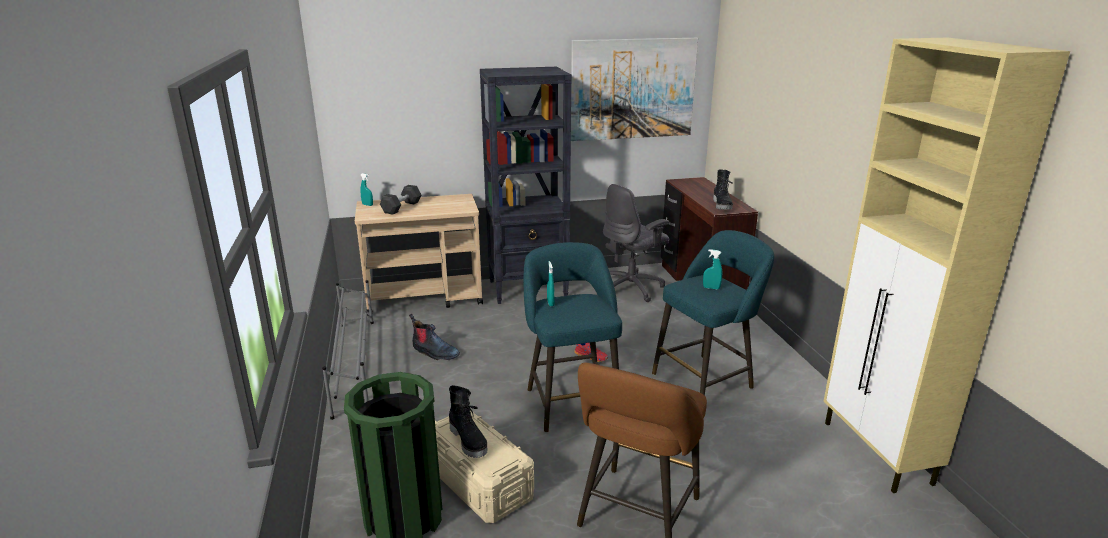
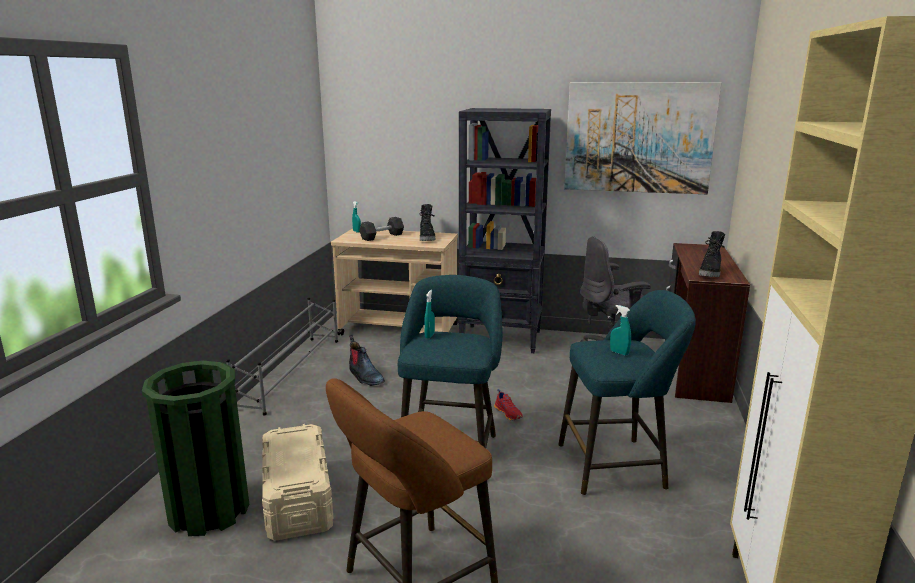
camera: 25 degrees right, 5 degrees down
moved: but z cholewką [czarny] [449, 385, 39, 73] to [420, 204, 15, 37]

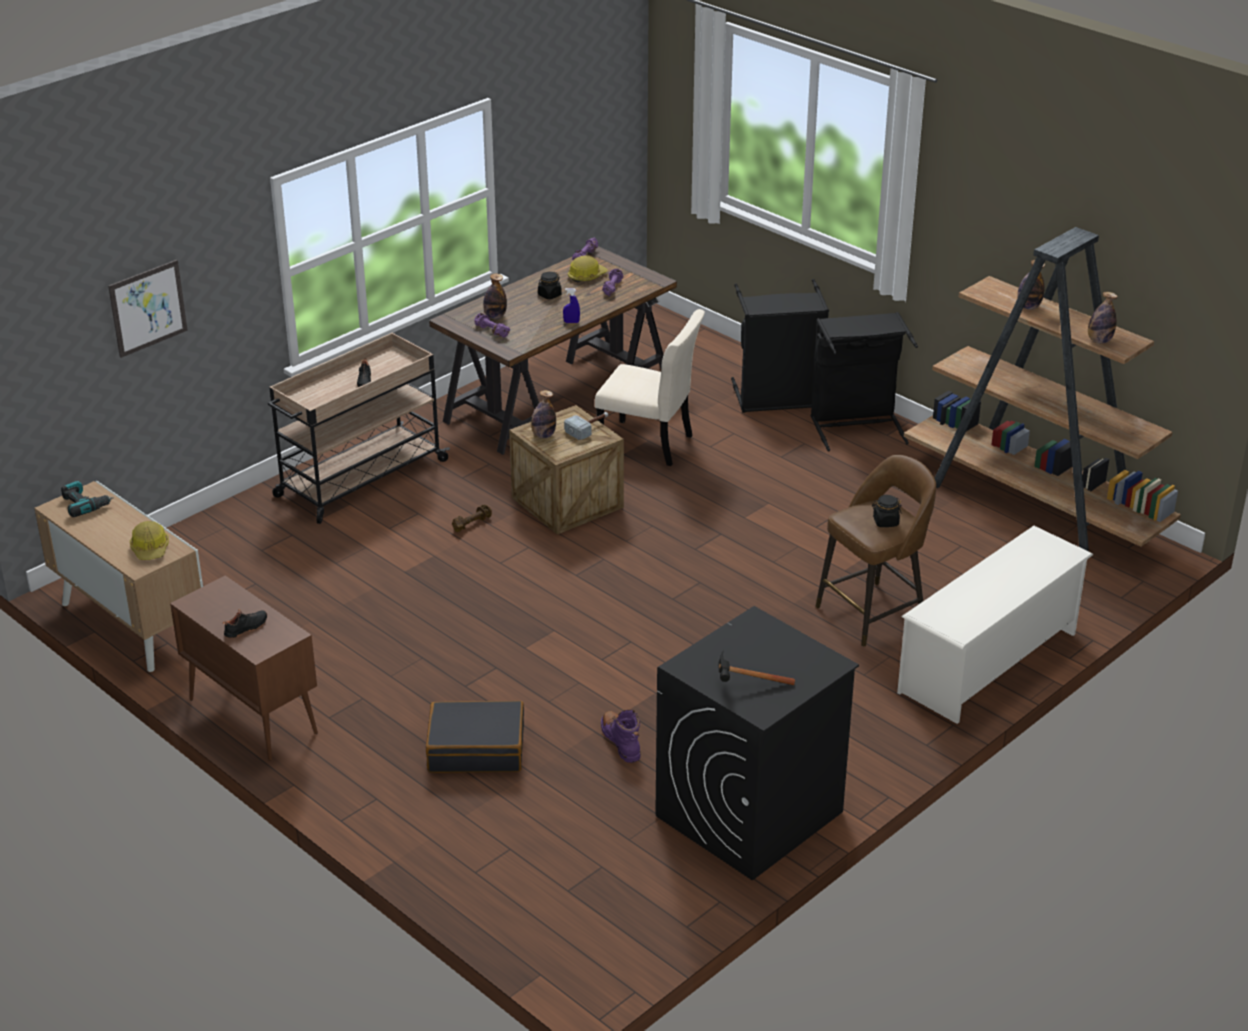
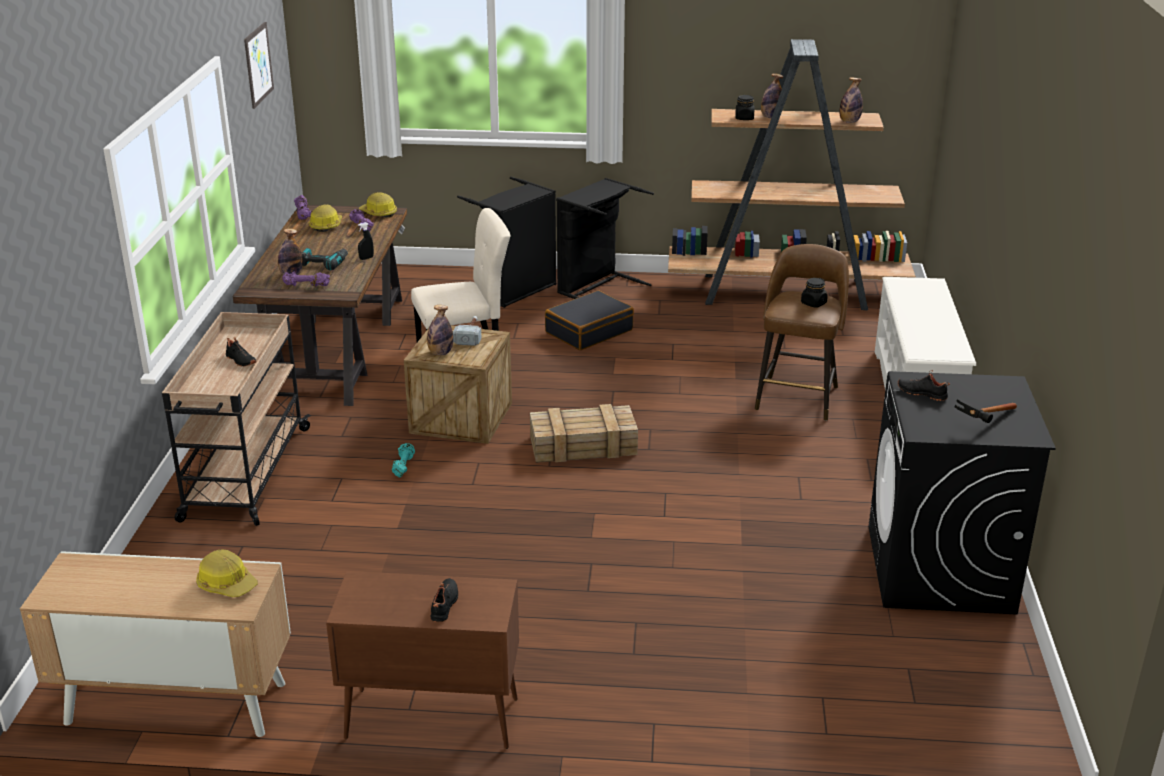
camera: 40 degrees left, 5 degrees down
removed: but z cholewką [fioletowy] [601, 710, 40, 53]
added: kask [359, 192, 38, 26]; skrzynka [530, 404, 108, 59]; but [czarny] [898, 370, 52, 31]
moved: obraz [108, 260, 80, 98] to [244, 22, 30, 87]; wiertarka [61, 481, 53, 36] to [302, 248, 46, 22]; walizka [czarny] [426, 701, 98, 72] to [545, 290, 89, 60]; słoik [czarny] [538, 272, 24, 27] to [735, 95, 19, 25]
recoloured: spryskiwacz [niebieski] [563, 288, 17, 35] to spryskiwacz [czarny] [358, 222, 16, 38]; hantel [brązowy] [452, 505, 40, 27] to hantel [turkusowy] [392, 443, 23, 34]

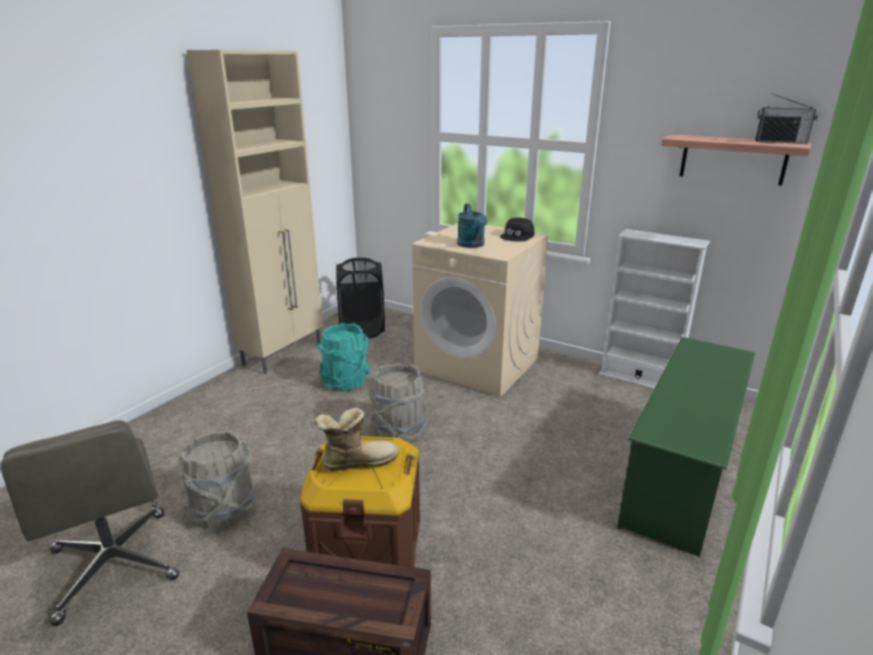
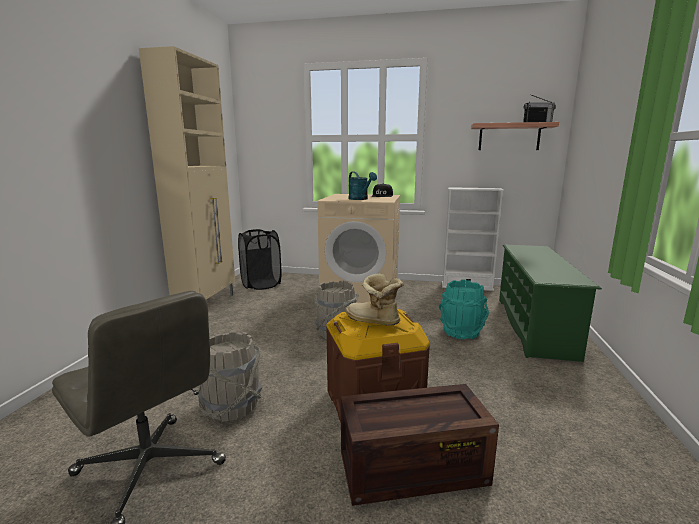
camera: 20 degrees left, 10 degrees down
moved: wiadro [turkusowy] [317, 323, 53, 68] to [438, 279, 51, 60]
turned: but z cholewką [314, 408, 85, 63] = [345, 274, 59, 52] 105 degrees counterclockwise

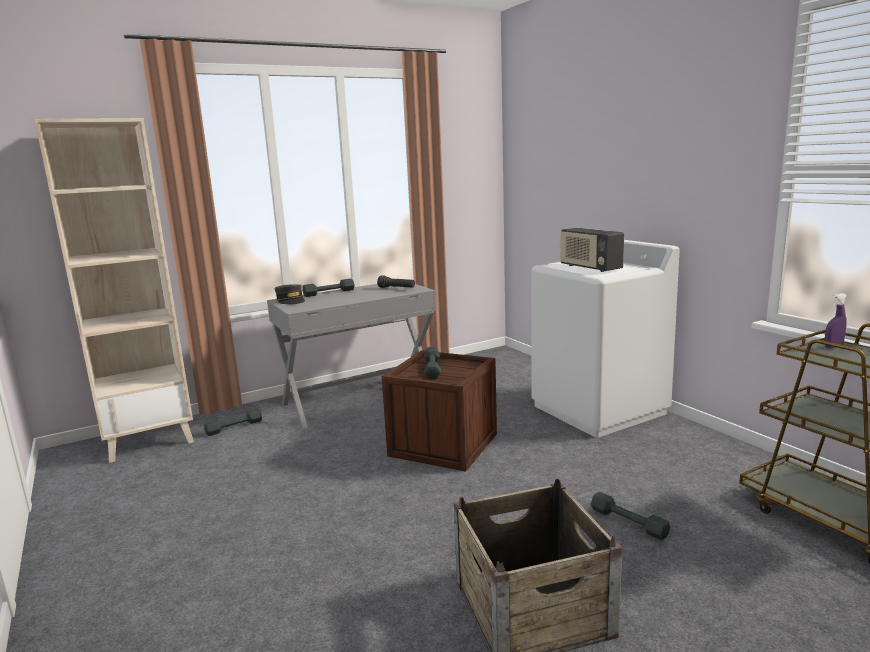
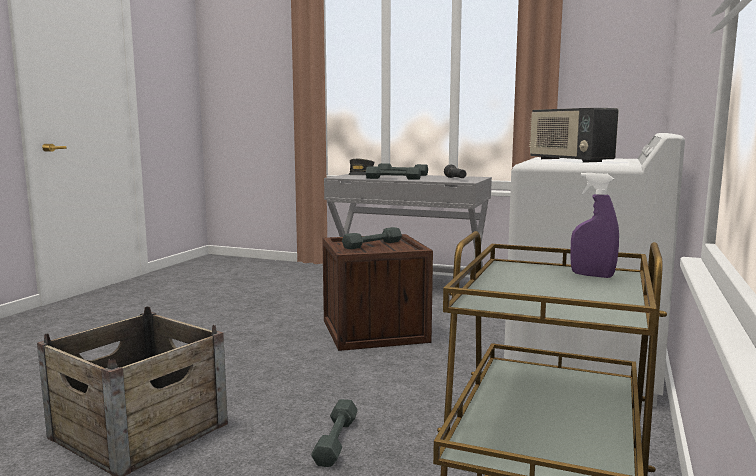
camera: 50 degrees right, 5 degrees down
removed: regał [beżowy] [34, 118, 160, 345]
moved: hantel [szary] [204, 409, 58, 27] to [366, 166, 55, 14]
turned: radio [560, 228, 64, 44] = [529, 108, 90, 55] 45 degrees counterclockwise

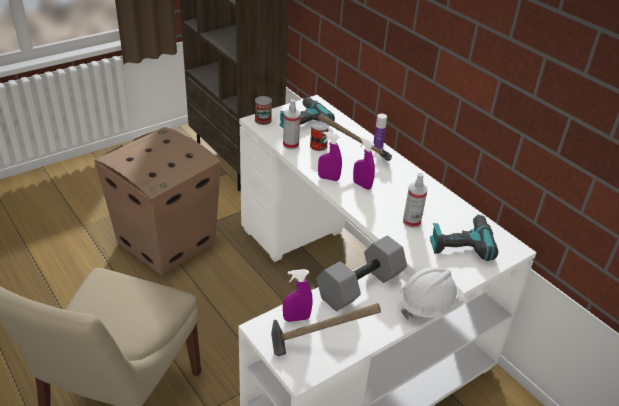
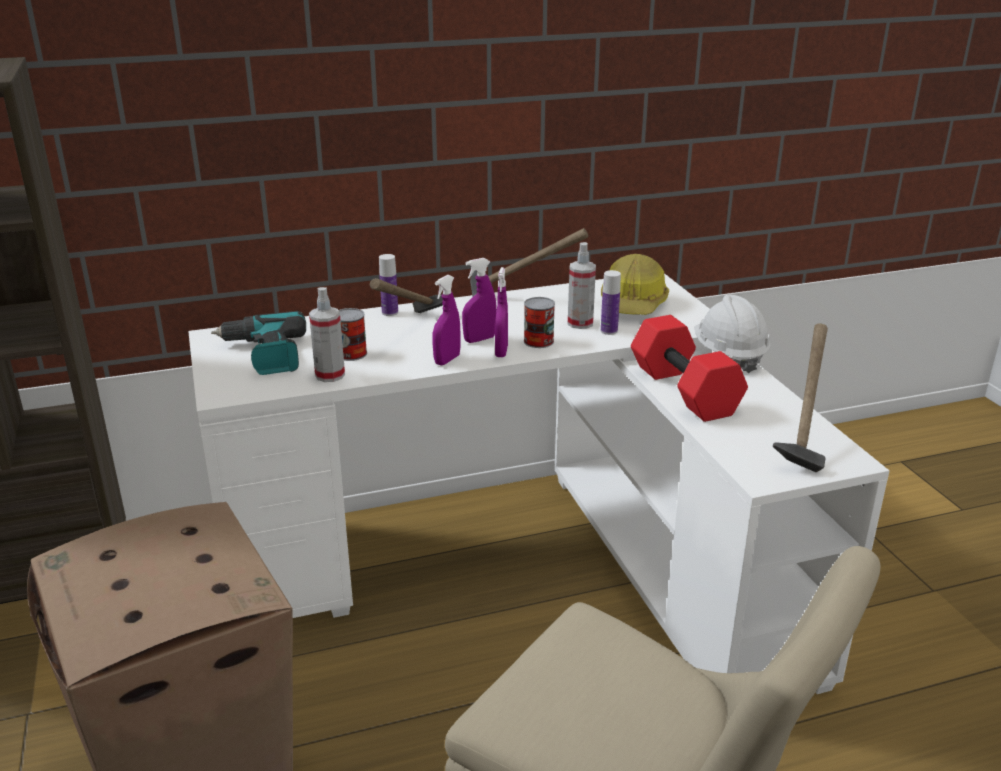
camera: 70 degrees left, 10 degrees down
added: młotek [470, 228, 118, 69]; butelka [601, 270, 20, 65]
moved: spryskiwacz [fioletowy] [283, 269, 30, 53] to [495, 267, 13, 90]; puszka [255, 96, 17, 29] to [524, 297, 31, 51]
replaced: wiertarka [430, 214, 68, 47] to kask [601, 254, 68, 61]
recoloured: hantel [szary] [316, 236, 91, 75] to hantel [czerwony] [631, 315, 117, 107]

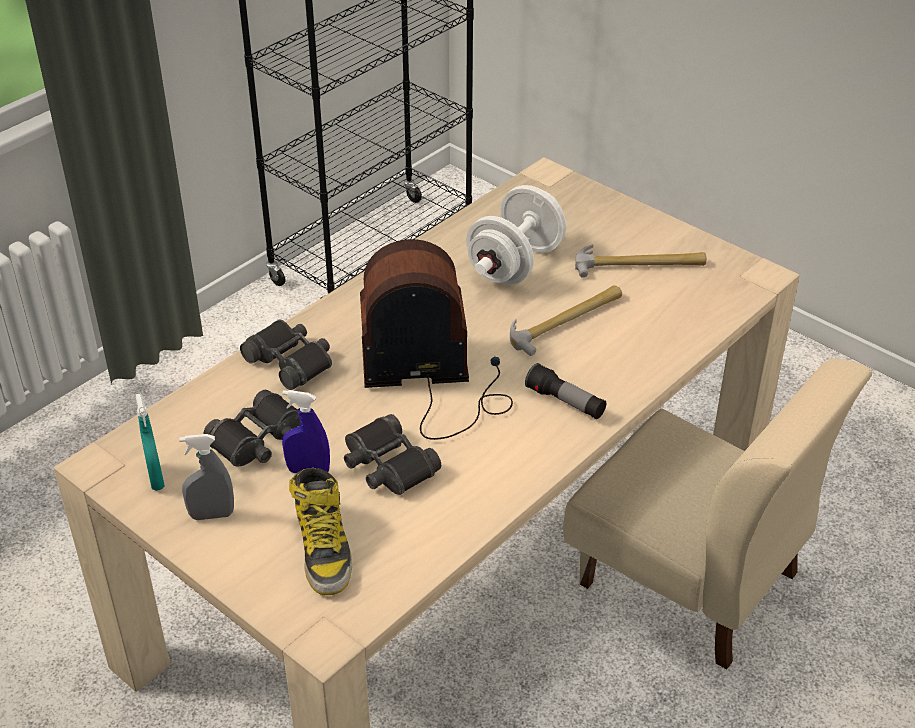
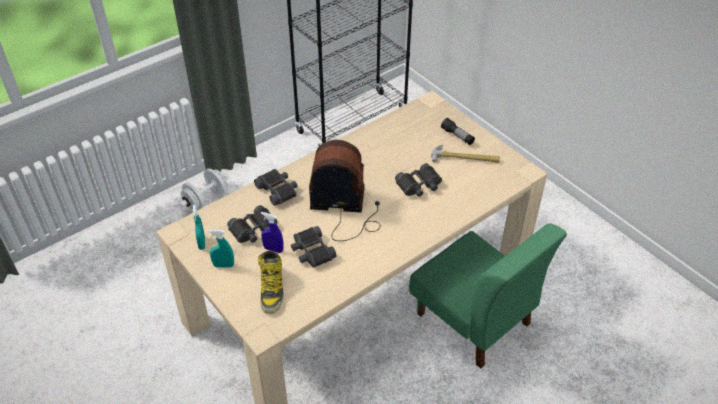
camera: 10 degrees right, 5 degrees up
moved: hantel [biały] [466, 185, 100, 100] to [179, 168, 50, 42]; latarka [525, 363, 81, 56] to [441, 118, 34, 27]
replaced: młotek [510, 285, 112, 71] to lornetka [czarny] [395, 163, 47, 34]
recoloured: spryskiwacz [szary] [179, 434, 55, 86] to spryskiwacz [turkusowy] [208, 230, 26, 38]; krzesło [beżowy] [563, 359, 309, 310] to krzesło [zielony] [409, 223, 158, 145]

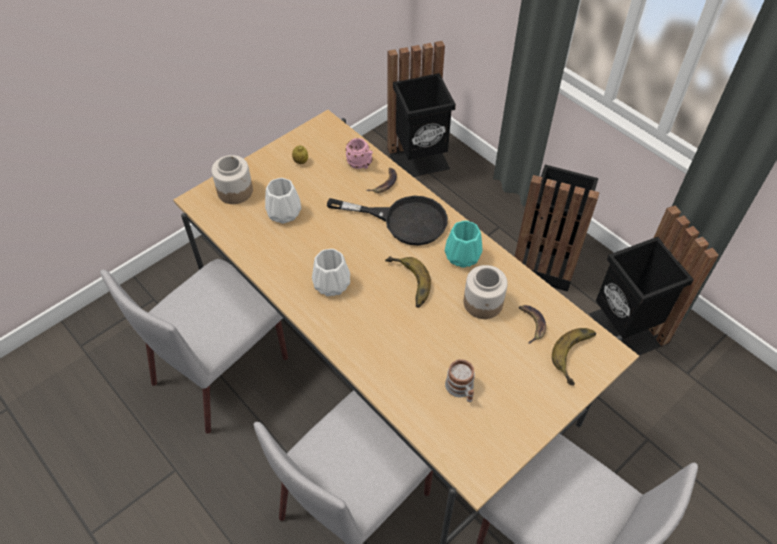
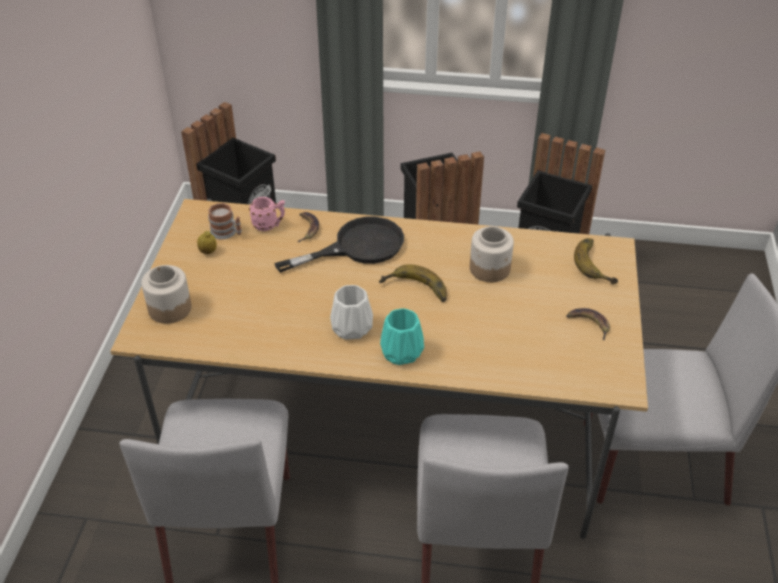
camera: 40 degrees left, 10 degrees down
removed: wazon [biały] [265, 178, 36, 46]
moved: kubek [445, 359, 30, 43] to [208, 203, 34, 37]; wazon [turkusowy] [445, 221, 37, 47] to [380, 309, 44, 56]; banan [519, 305, 27, 39] to [566, 308, 44, 32]

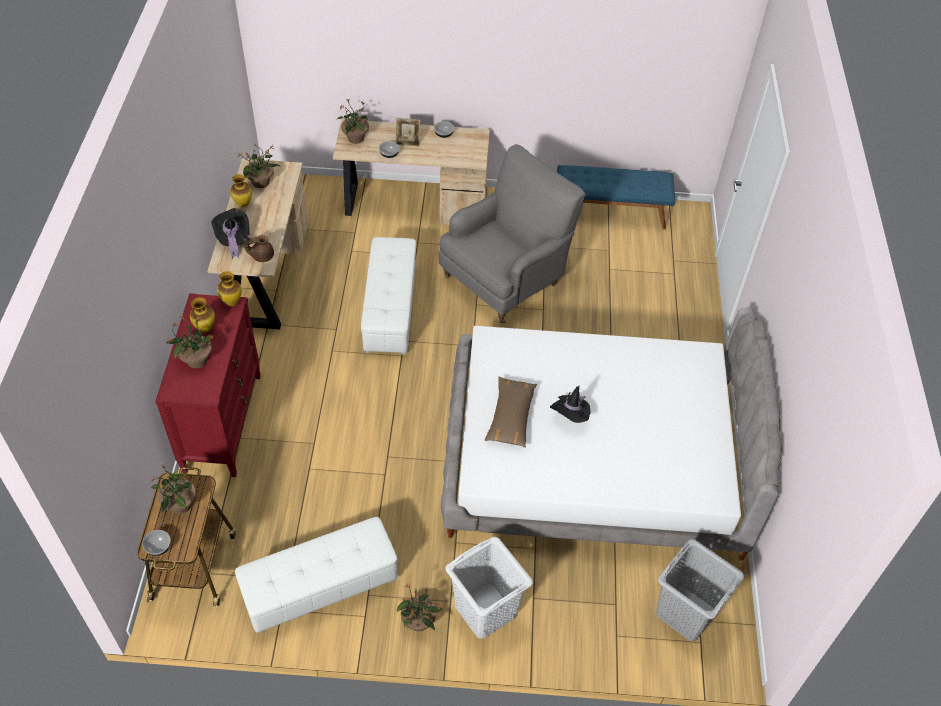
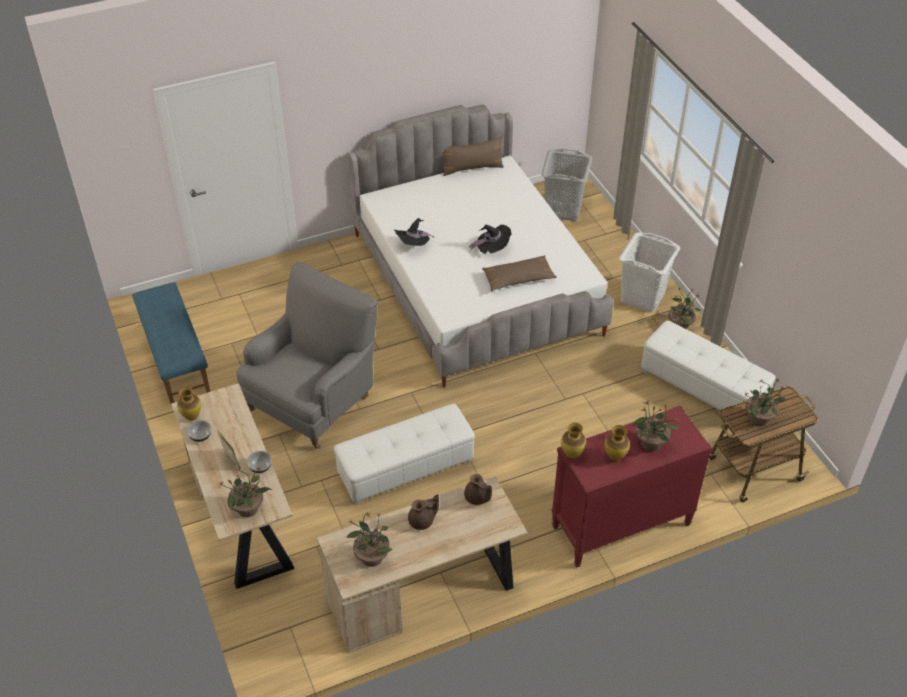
camera: 115 degrees left, 5 degrees down
removed: miska [142, 530, 29, 26]
added: imbryk [brązowy] [408, 494, 31, 36]; poduszka [brązowy] [443, 137, 61, 39]
moved: wazon [230, 174, 22, 33] to [177, 386, 24, 35]; kapelusz [czarny] [211, 208, 39, 51] to [394, 218, 40, 28]
turned: fotel [szary] [439, 144, 147, 179] = [236, 262, 142, 186] 105 degrees clockwise

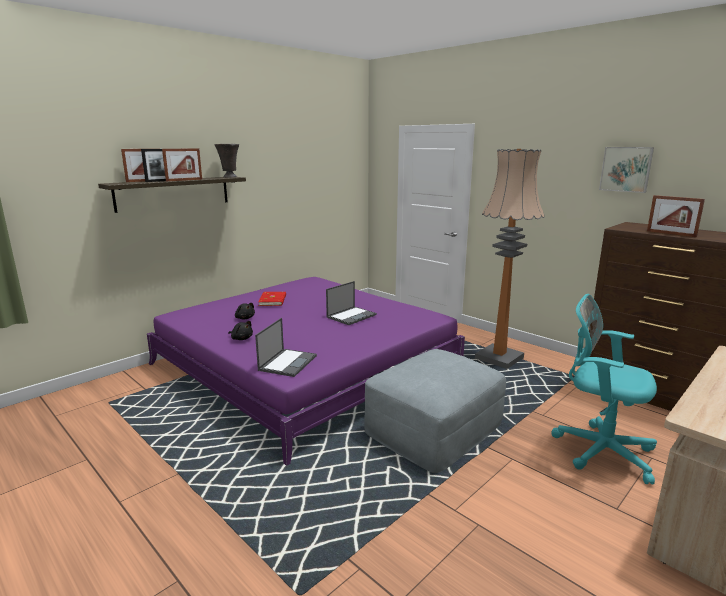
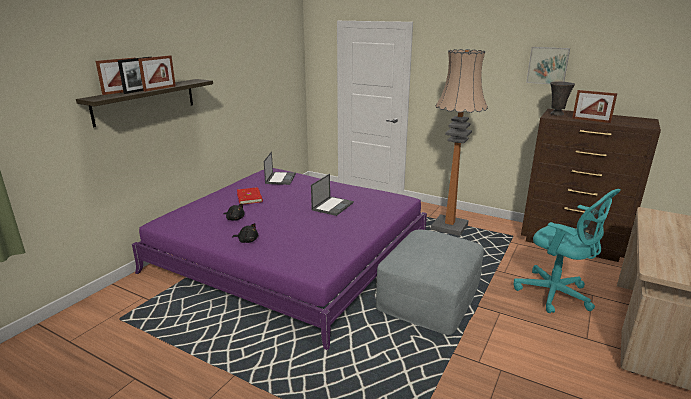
camera: 15 degrees left, 5 degrees up
moved: laptop [255, 318, 62, 59] to [264, 152, 32, 33]; wazon [szary] [215, 144, 24, 34] to [550, 81, 25, 35]
turned: krzesło biurowe [turkusowy] [551, 294, 106, 190] = [514, 189, 107, 124] 150 degrees counterclockwise

